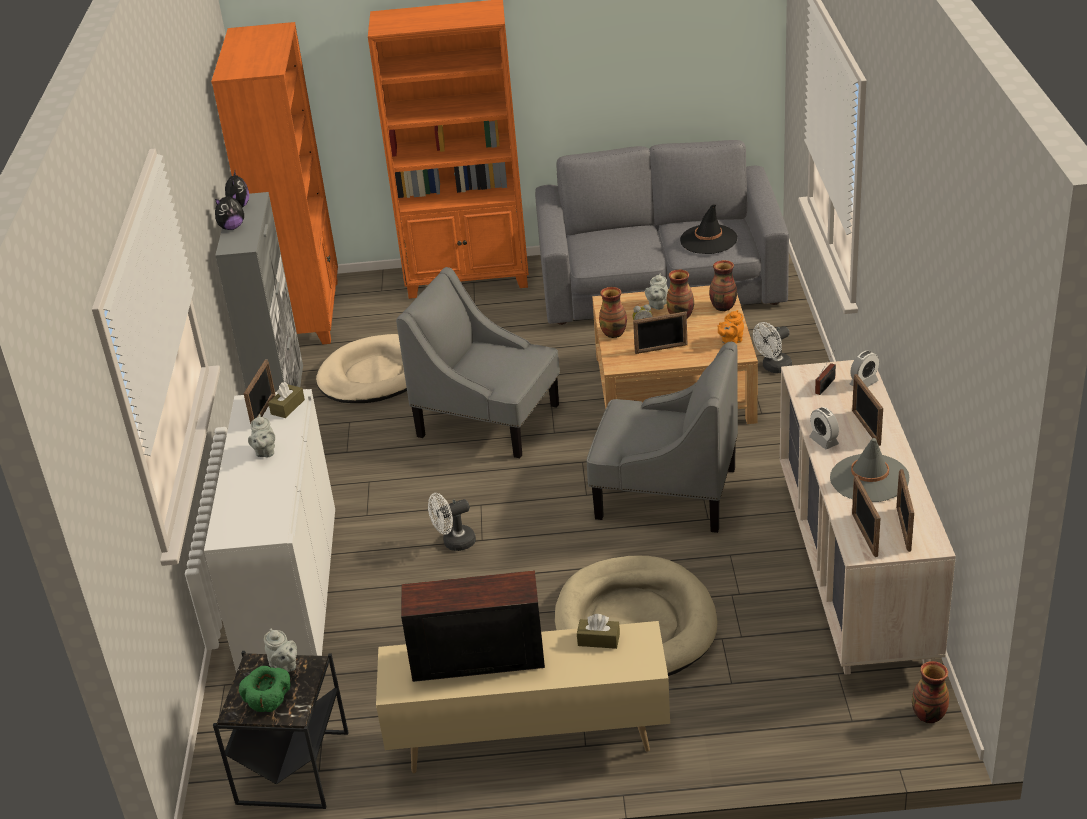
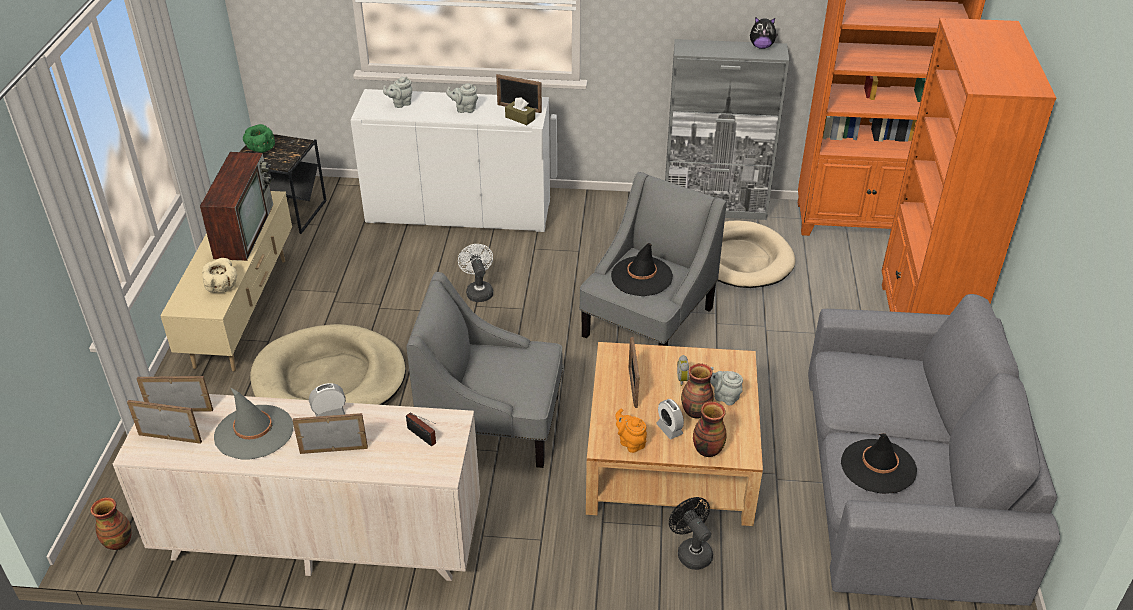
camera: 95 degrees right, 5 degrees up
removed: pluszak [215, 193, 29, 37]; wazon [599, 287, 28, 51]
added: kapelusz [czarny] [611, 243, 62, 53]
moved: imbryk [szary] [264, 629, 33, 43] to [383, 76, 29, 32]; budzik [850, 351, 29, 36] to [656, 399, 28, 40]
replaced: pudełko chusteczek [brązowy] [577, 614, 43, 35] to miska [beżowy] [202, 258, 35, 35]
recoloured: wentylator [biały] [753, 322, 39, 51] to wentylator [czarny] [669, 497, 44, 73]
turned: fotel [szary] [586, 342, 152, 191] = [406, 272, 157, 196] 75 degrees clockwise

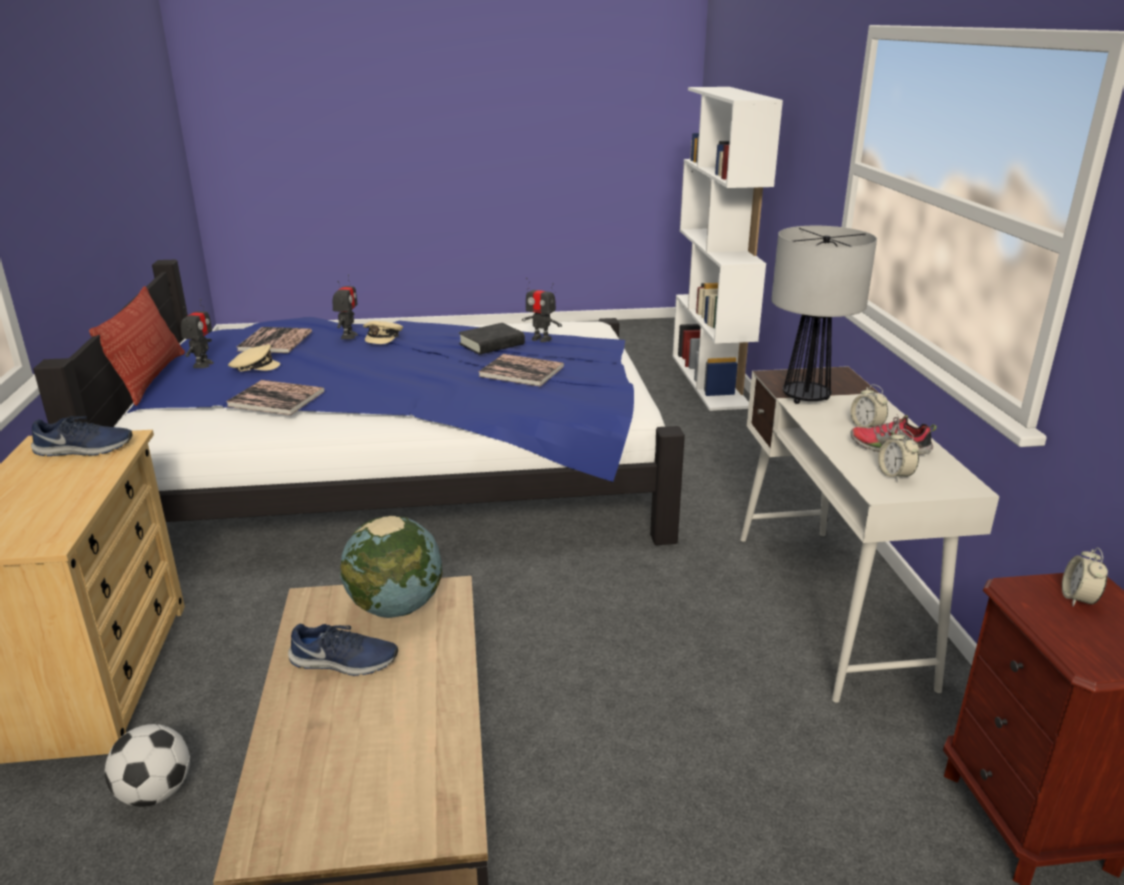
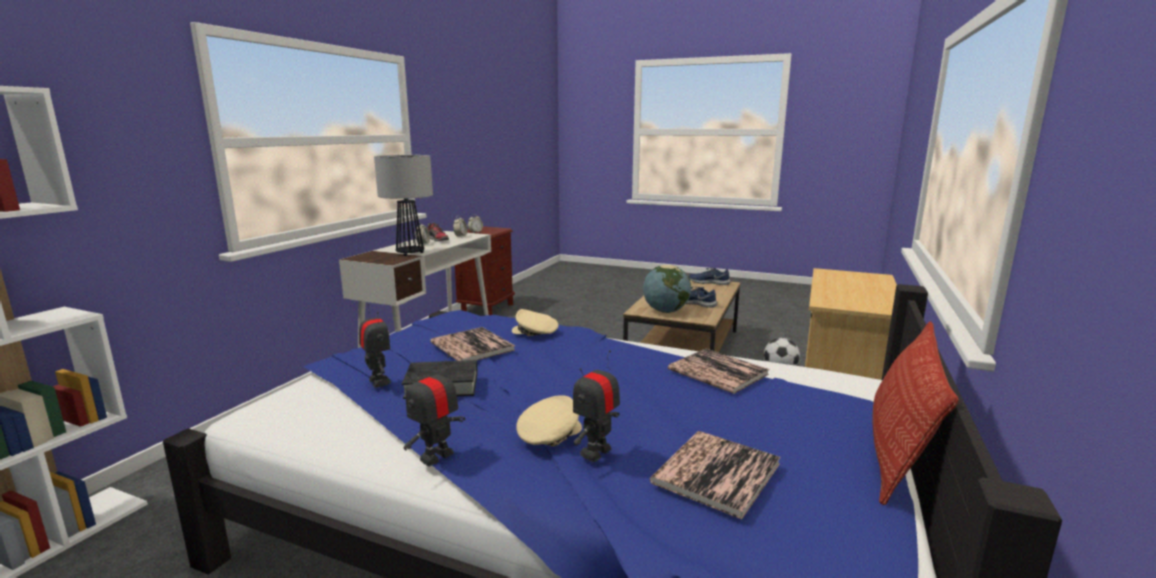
camera: 150 degrees left, 10 degrees down
moved: robot zabawkowy [181, 299, 33, 69] to [403, 355, 62, 112]; czapka z daszkiem [beżowy] [228, 344, 52, 28] to [512, 309, 46, 27]; but [niebieski] [31, 416, 102, 41] to [689, 268, 41, 17]

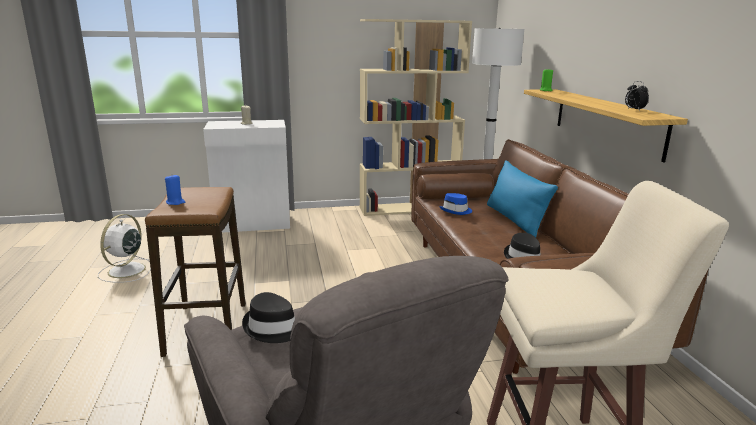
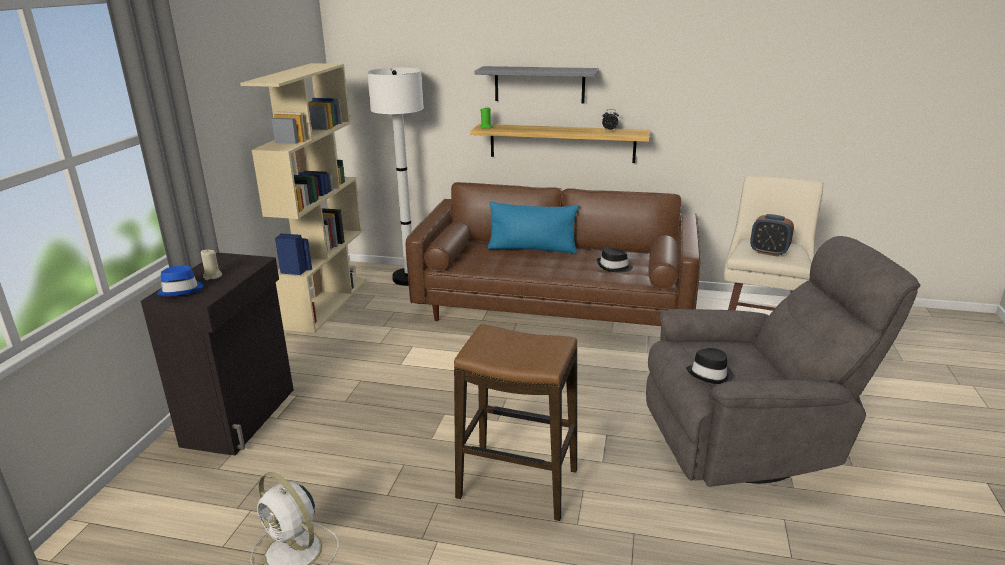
camera: 65 degrees left, 5 degrees up
removed: świeca [niebieski] [165, 175, 20, 30]
added: półka [szary] [474, 66, 125, 37]; budzik [750, 214, 44, 43]
moved: kapelusz [niebieski] [439, 193, 33, 22] to [156, 265, 48, 31]
recoloured: szafka [biały] [203, 120, 87, 113] to szafka [czarny] [141, 253, 153, 202]

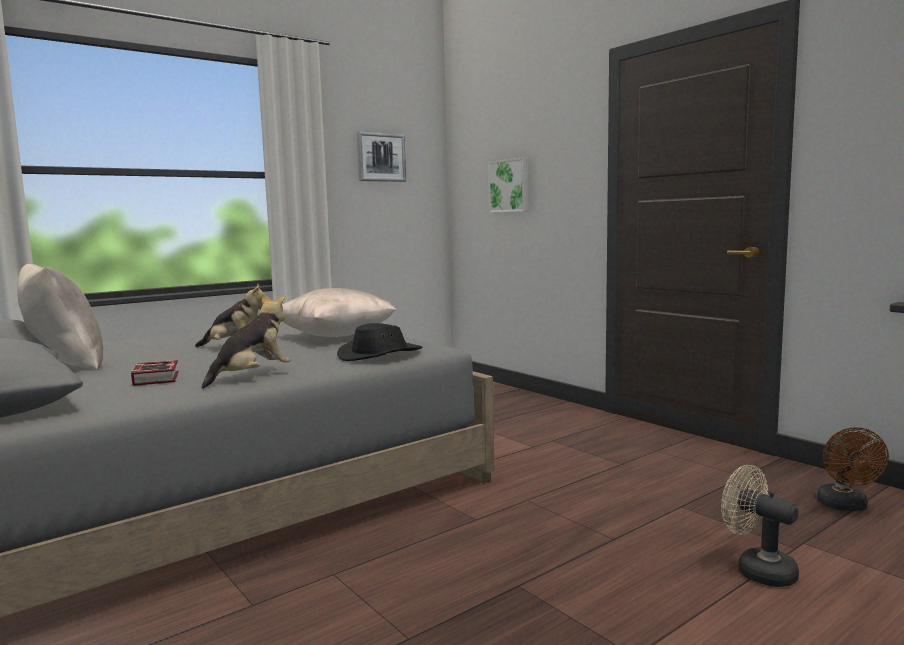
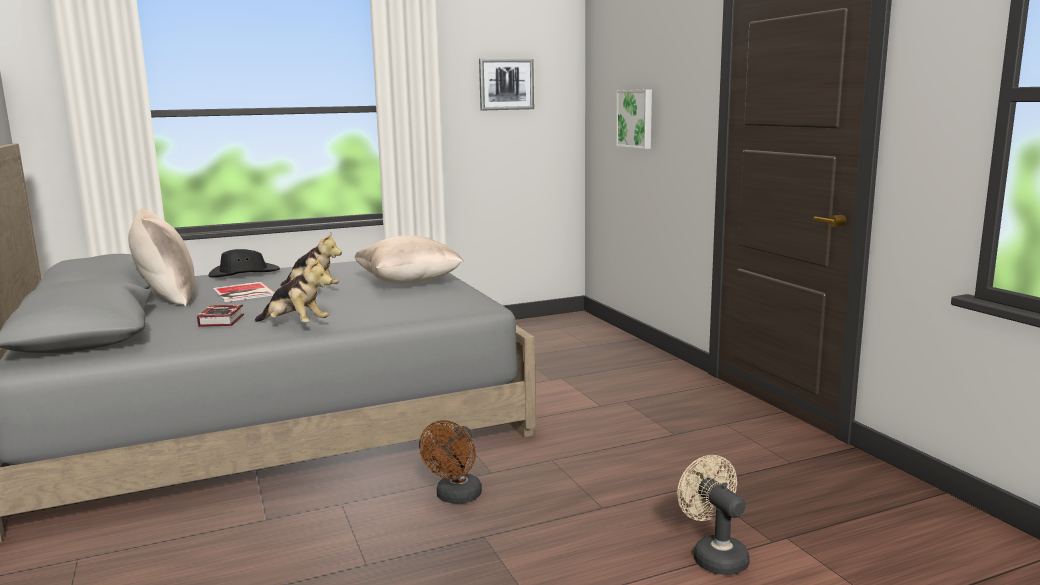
camera: 15 degrees right, 5 degrees up
added: książka [213, 282, 62, 20]
moved: kapelusz [czarny] [337, 323, 85, 38] to [208, 249, 72, 28]; wentylator [brązowy] [817, 427, 72, 84] to [419, 420, 63, 84]
turned: pluszak [201, 294, 90, 95] = [255, 256, 78, 67] 60 degrees clockwise

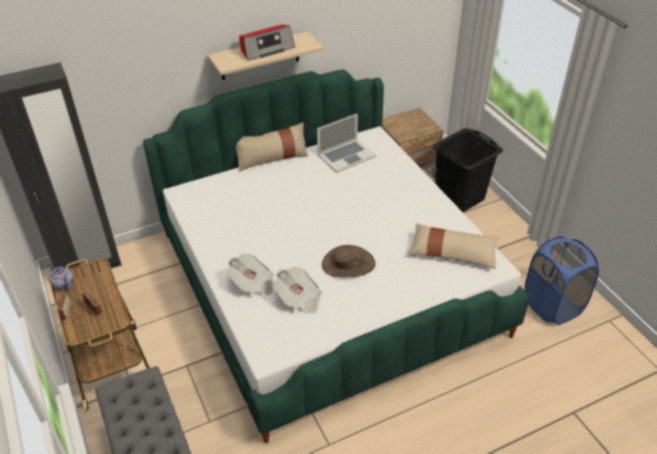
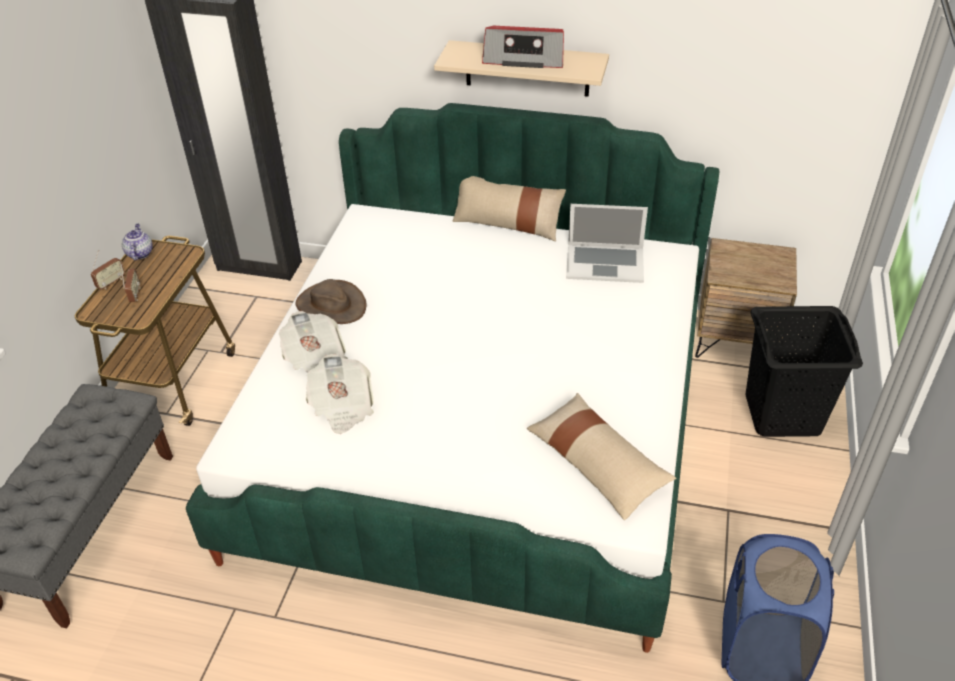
camera: 40 degrees right, 0 degrees up
moved: kapelusz [brązowy] [322, 245, 53, 32] to [296, 279, 70, 45]

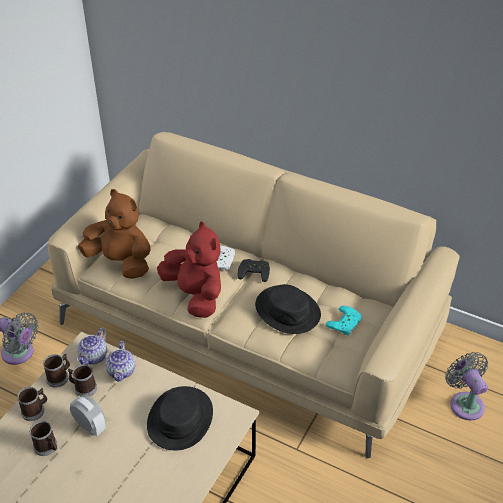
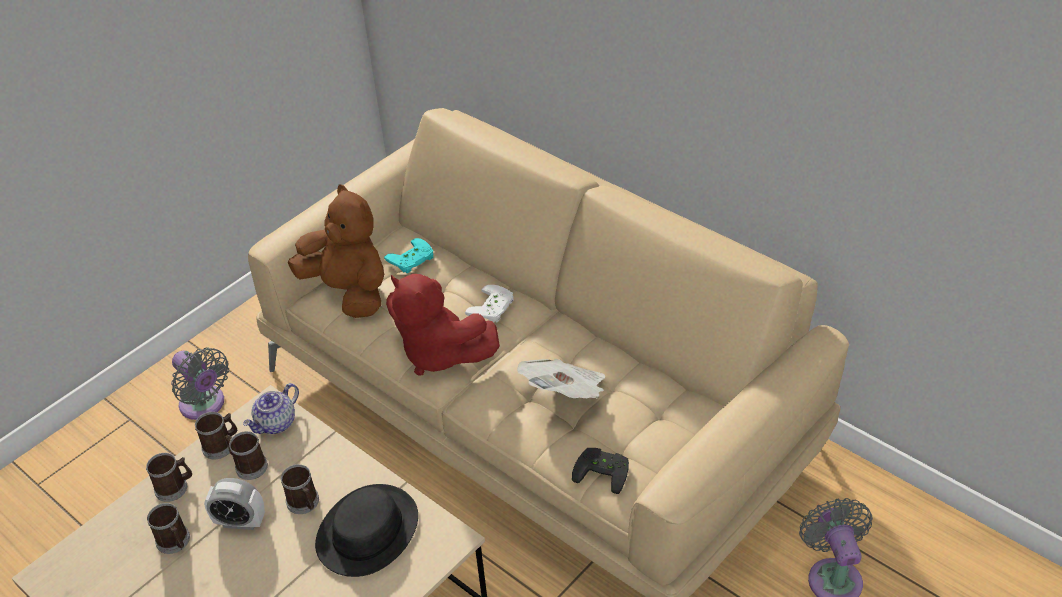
camera: 15 degrees right, 0 degrees up
removed: imbryk [105, 341, 30, 41]
added: kubek [281, 464, 38, 50]
moved: pad do gier [turkusowy] [325, 306, 37, 29] to [384, 238, 50, 35]; pad do gier [czarny] [237, 259, 33, 23] to [572, 448, 57, 46]
replaced: kapelusz [czarny] [255, 284, 66, 50] to gazeta [517, 359, 88, 39]
turned: budzik [70, 395, 35, 41] = [204, 478, 61, 52] 135 degrees clockwise; pluszak [czerwony] [157, 221, 64, 97] = [386, 274, 114, 101] 150 degrees clockwise

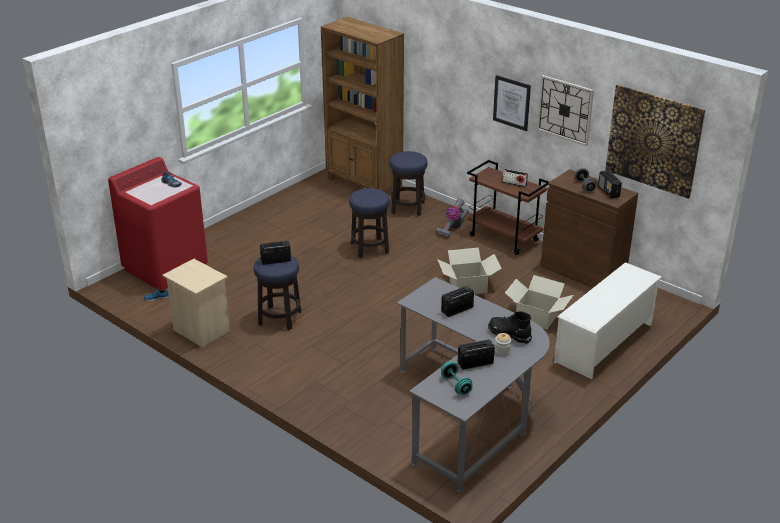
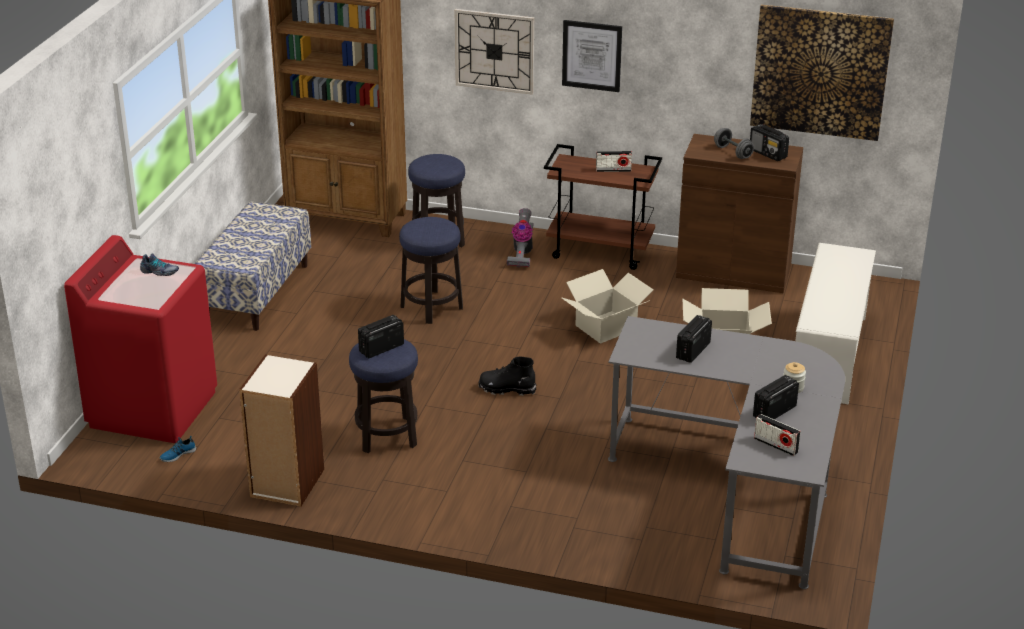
camera: 25 degrees left, 0 degrees up
added: ławka [195, 202, 116, 129]
moved: zegar ścienny [537, 75, 57, 71] to [454, 9, 80, 86]; but z cholewką [czarny] [488, 311, 44, 33] to [478, 356, 58, 40]
replaced: szafka nocna [beżowy] [162, 259, 68, 88] to regał [239, 354, 85, 153]; hantel [turkusowy] [441, 361, 32, 34] to radio [754, 414, 47, 42]

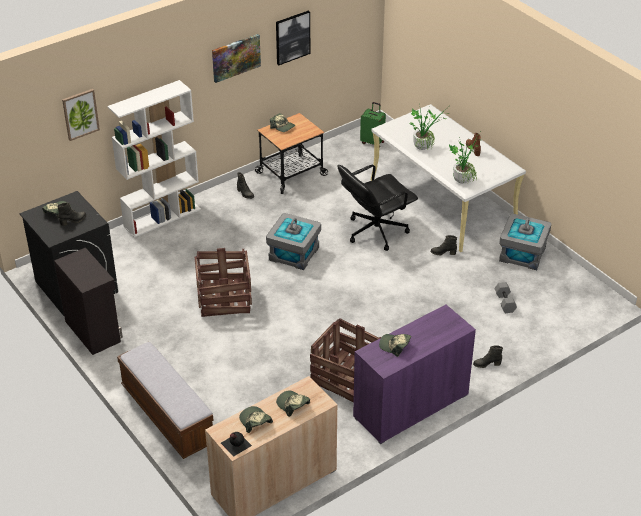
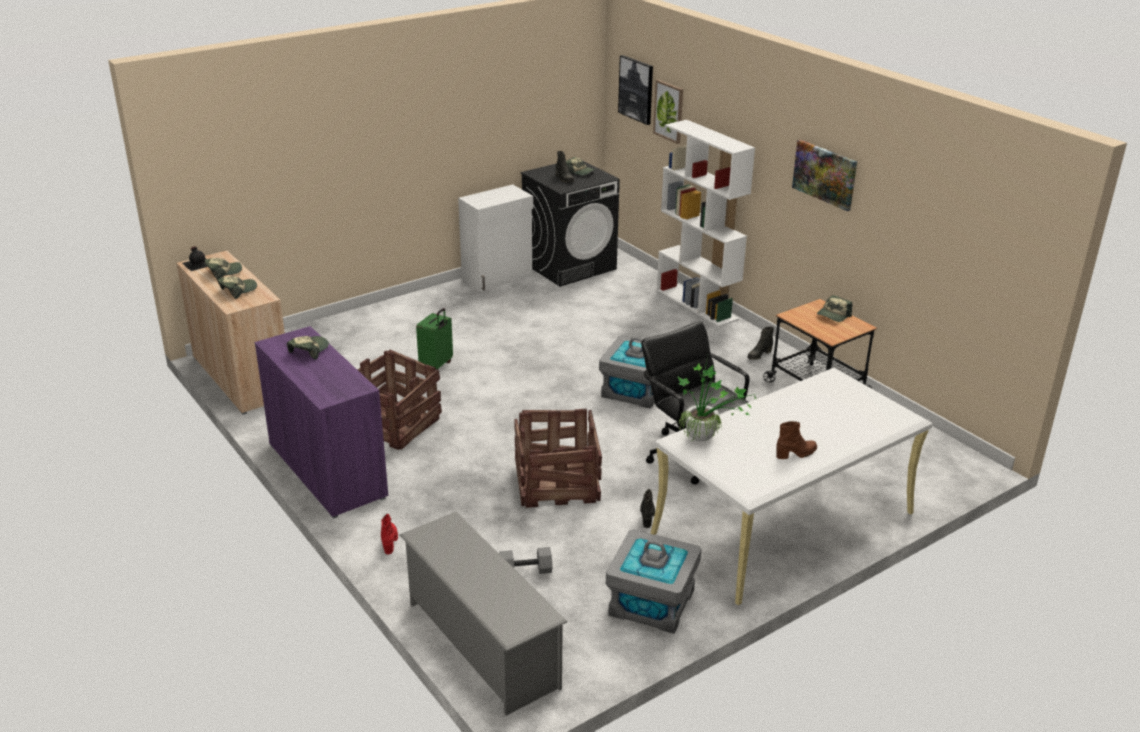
camera: 90 degrees right, 10 degrees down
removed: ławka [117, 342, 96, 117]; roślina doniczkowa [410, 108, 40, 42]
added: regał na buty [szary] [400, 512, 167, 204]
moved: walizka [zielony] [360, 102, 26, 46] to [416, 308, 37, 62]; skrzynka [195, 248, 57, 69] to [514, 409, 88, 99]; obraz [276, 11, 34, 54] to [618, 55, 35, 70]
recoloured: but z cholewką [czarny] [473, 345, 30, 23] to but z cholewką [czerwony] [381, 514, 17, 40]; szafka [czarny] [54, 247, 69, 108] to szafka [biały] [458, 184, 75, 108]

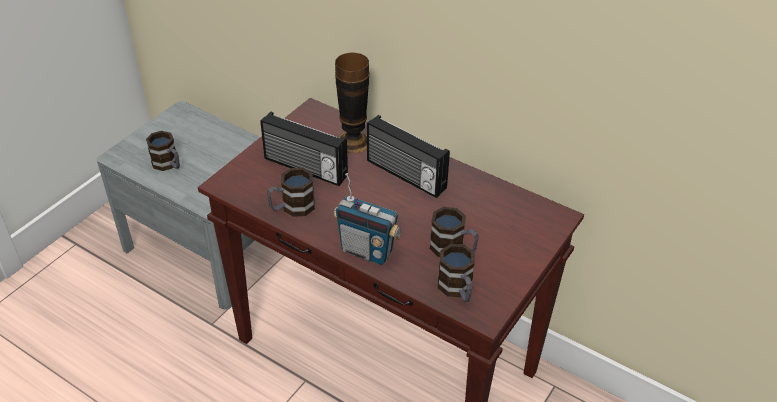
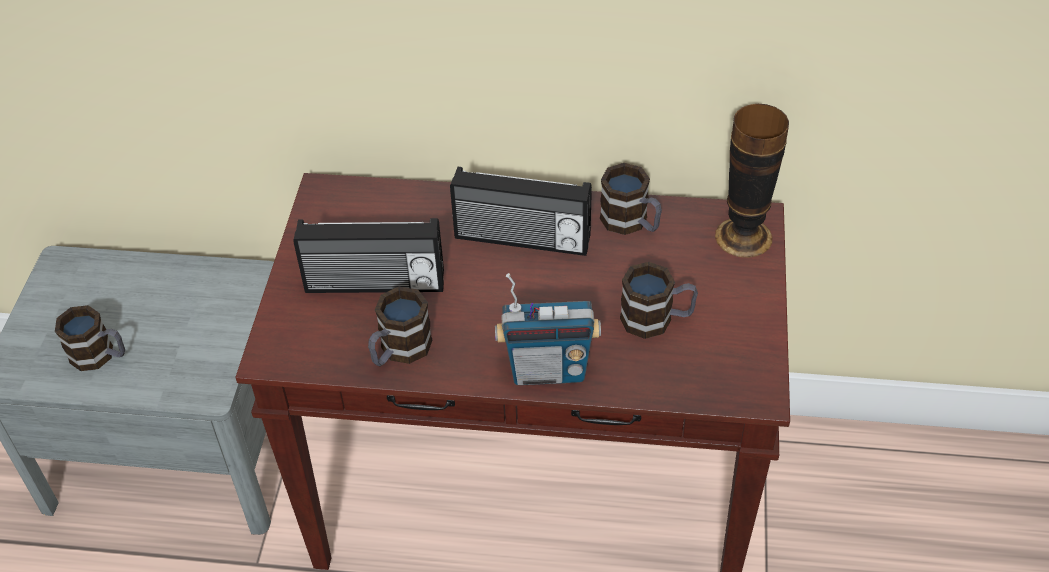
camera: 25 degrees left, 5 degrees up
moved: kubek [438, 244, 37, 58] to [600, 163, 62, 72]; wazon [335, 53, 34, 100] to [715, 104, 74, 154]

